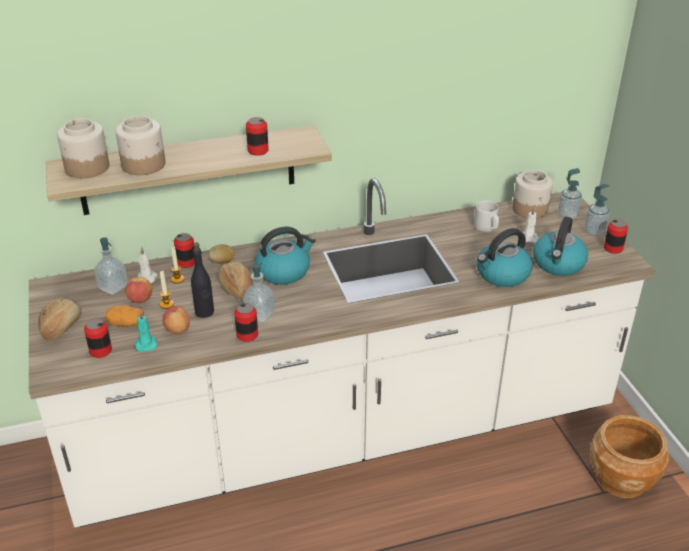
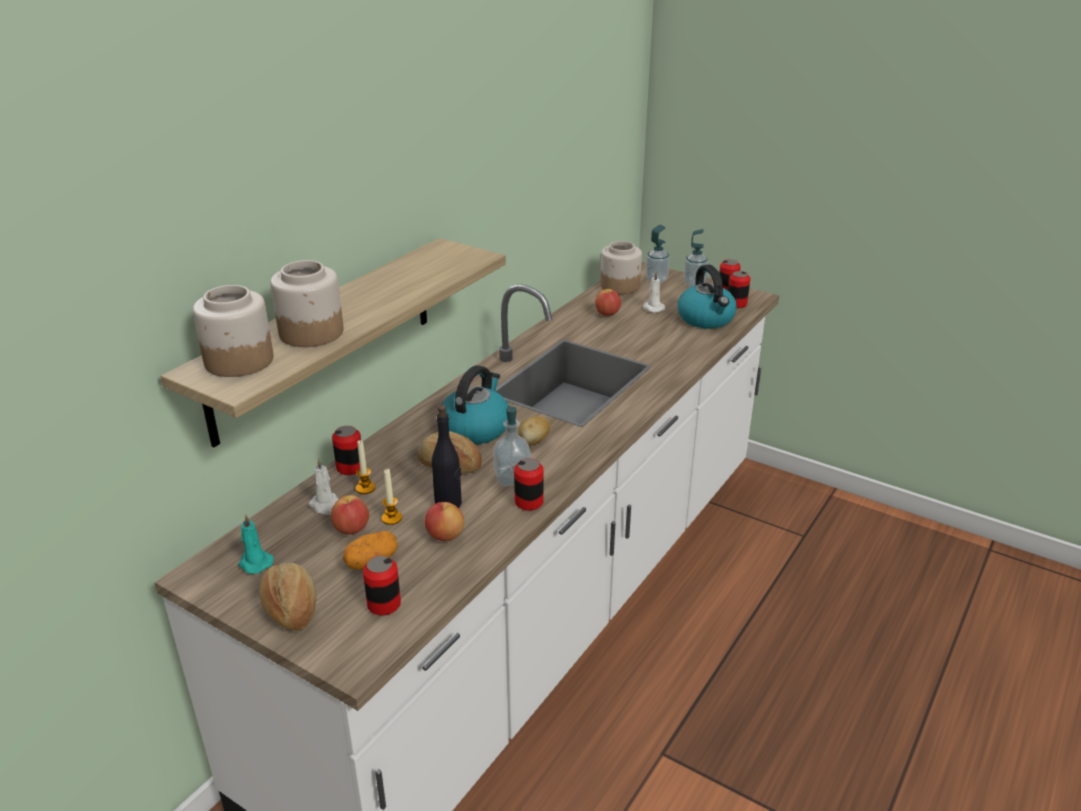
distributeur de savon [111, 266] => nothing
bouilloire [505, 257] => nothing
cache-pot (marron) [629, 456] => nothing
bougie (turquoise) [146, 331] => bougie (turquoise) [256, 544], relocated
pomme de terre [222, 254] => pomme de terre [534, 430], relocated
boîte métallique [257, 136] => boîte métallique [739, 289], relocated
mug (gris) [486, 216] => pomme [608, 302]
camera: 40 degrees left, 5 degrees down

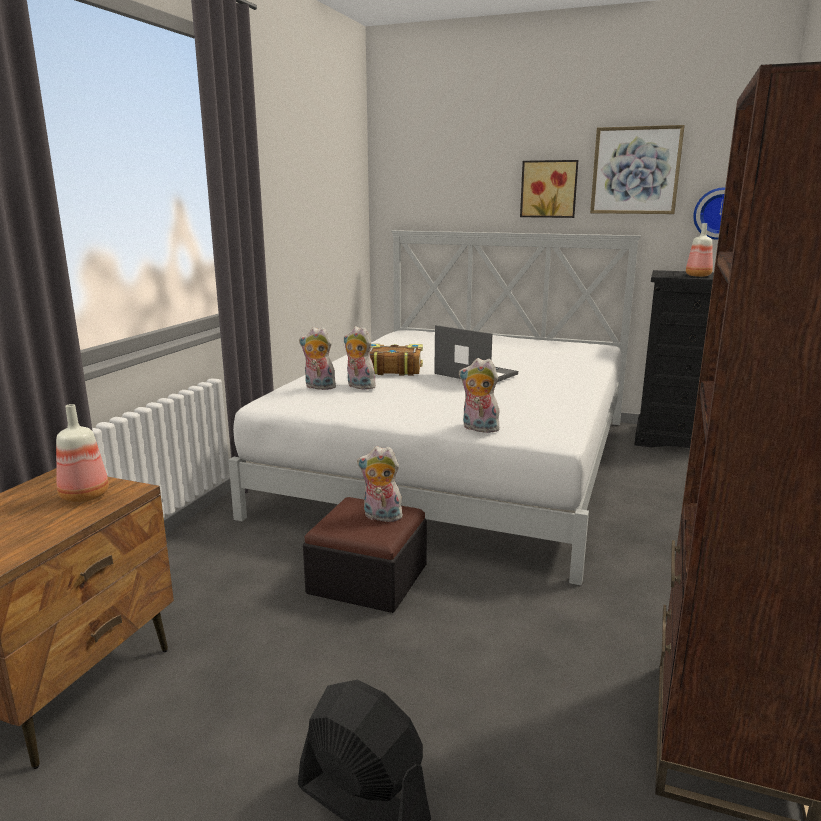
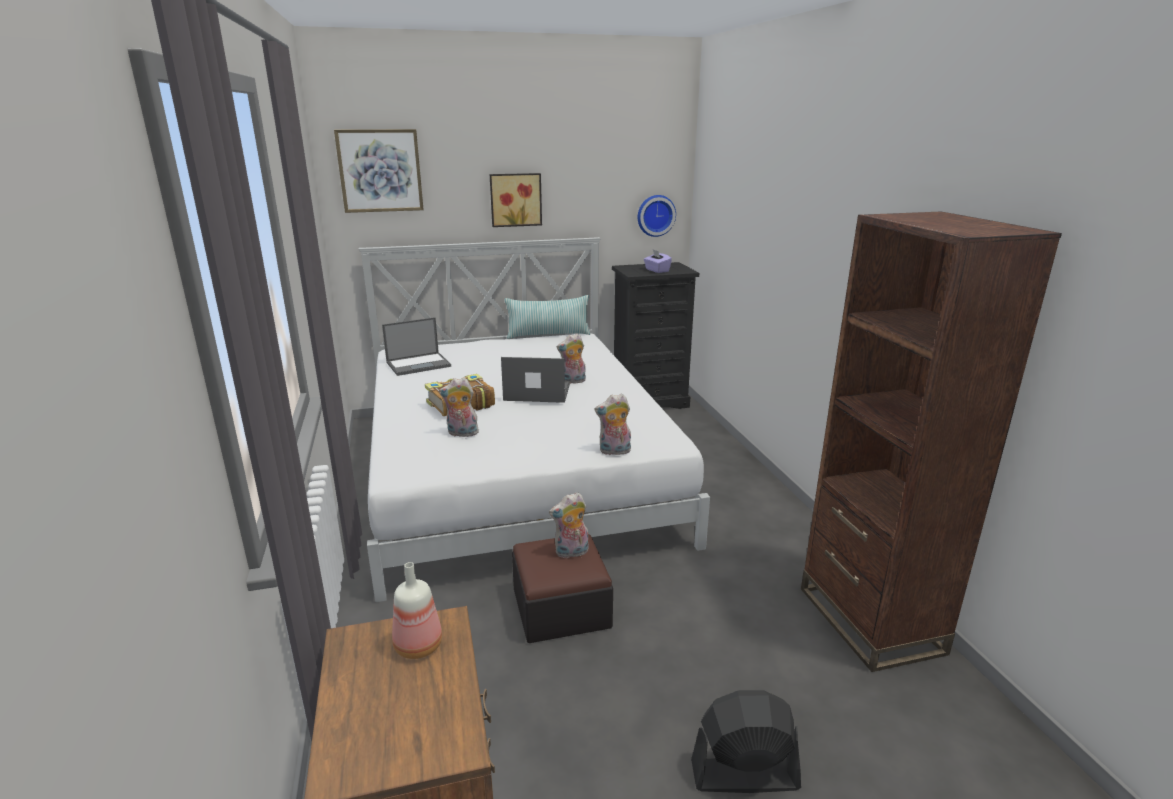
nothing => ordinateur portable [416, 346]
nothing => coussin [547, 317]
peluche [317, 359] => peluche [571, 359], relocated
tableau [637, 169] => tableau [379, 171], relocated
bouteille [699, 250] => boîte à mouchoirs (violet) [658, 261]
camera: 35 degrees left, 5 degrees up

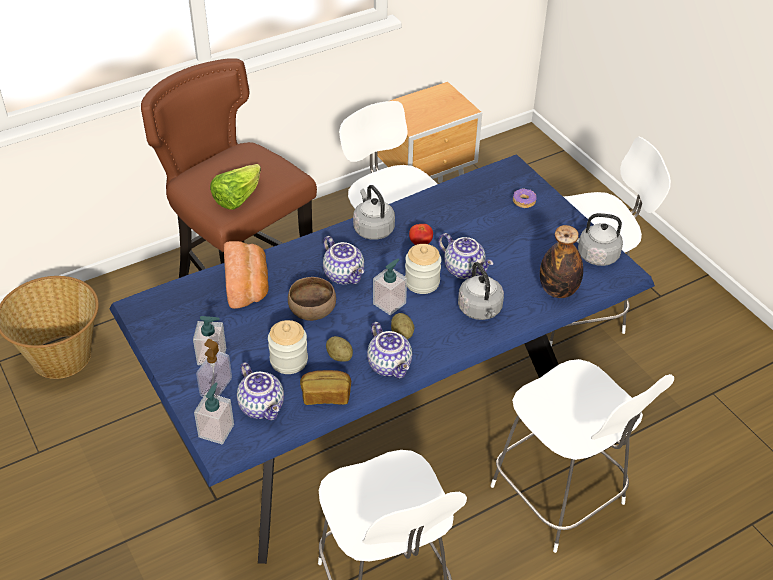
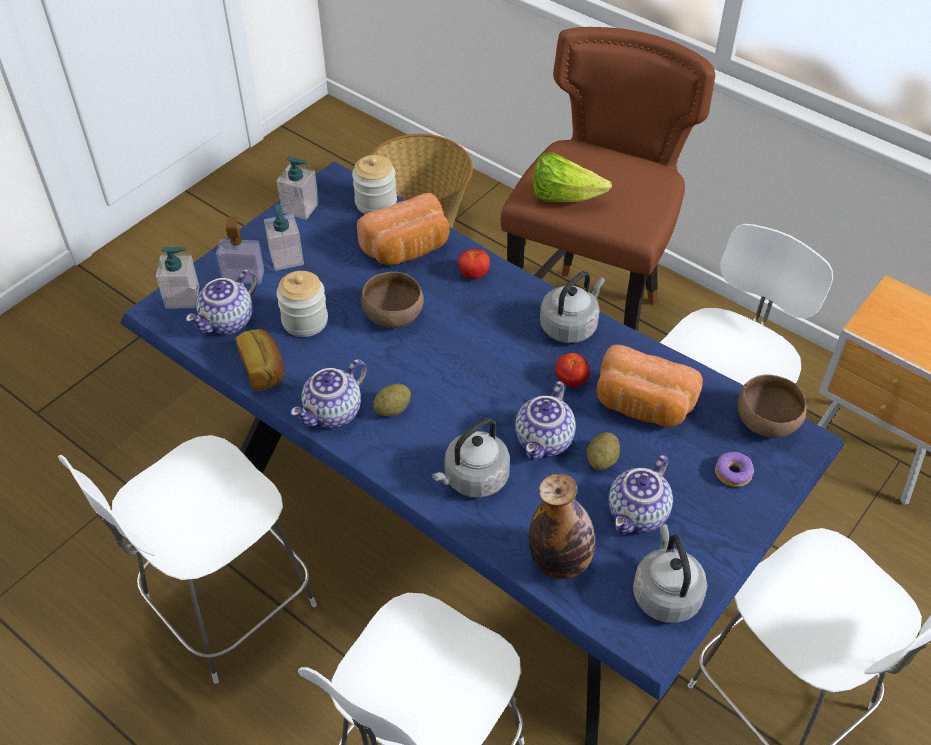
nothing => tomate [474, 264]
nothing => pain [649, 386]
nothing => bol (marron) [772, 406]
théière [343, 260] => théière [640, 494], relocated
pomme de terre [339, 349] => pomme de terre [603, 451], relocated
distributeur de savon [390, 287] => distributeur de savon [298, 188], relocated
bocal [423, 269] => bocal [374, 184], relocated
camera: 70 degrees right, 5 degrees up

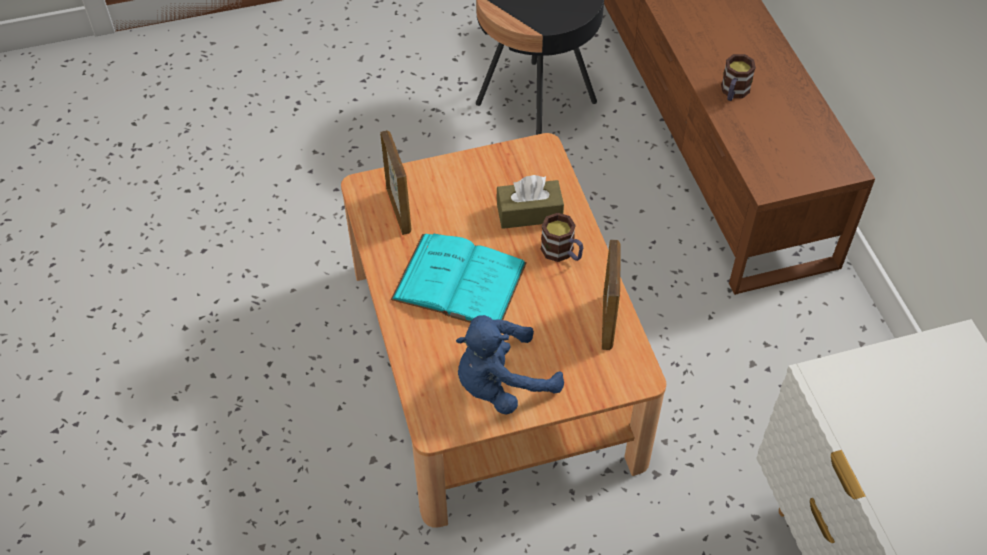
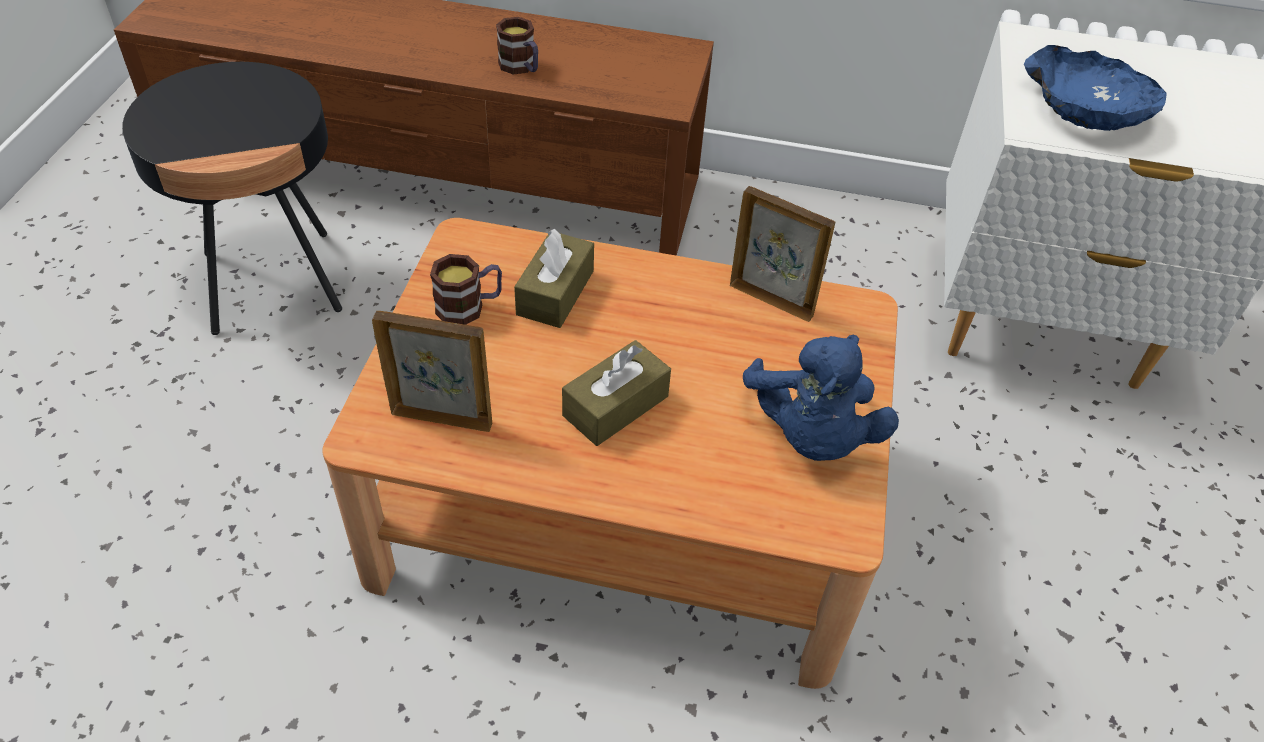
nothing => bol (bleu) [1095, 88]
mug [562, 237] => mug [466, 289], relocated
livre (turquoise) [459, 278] => boîte à mouchoirs (marron) [616, 393]
camera: 65 degrees left, 5 degrees down

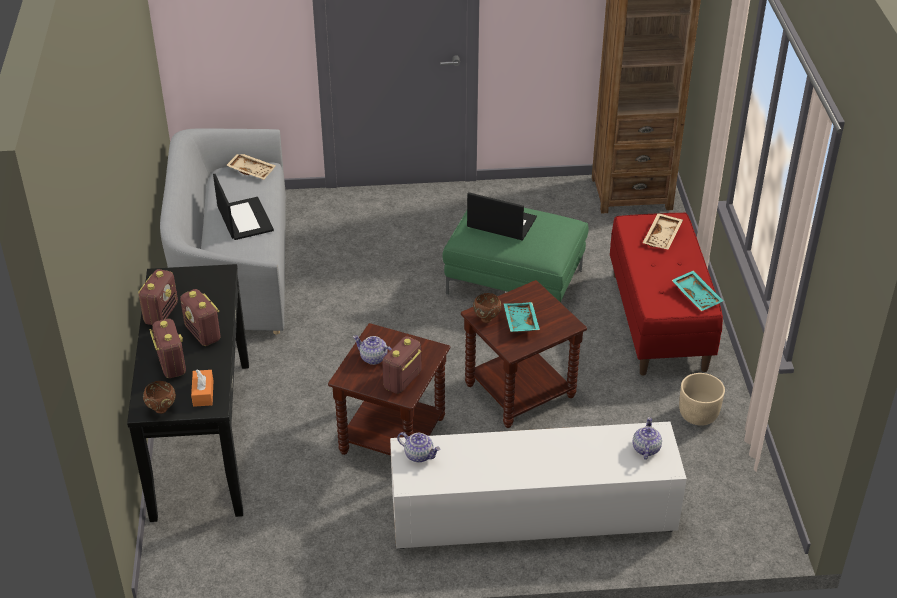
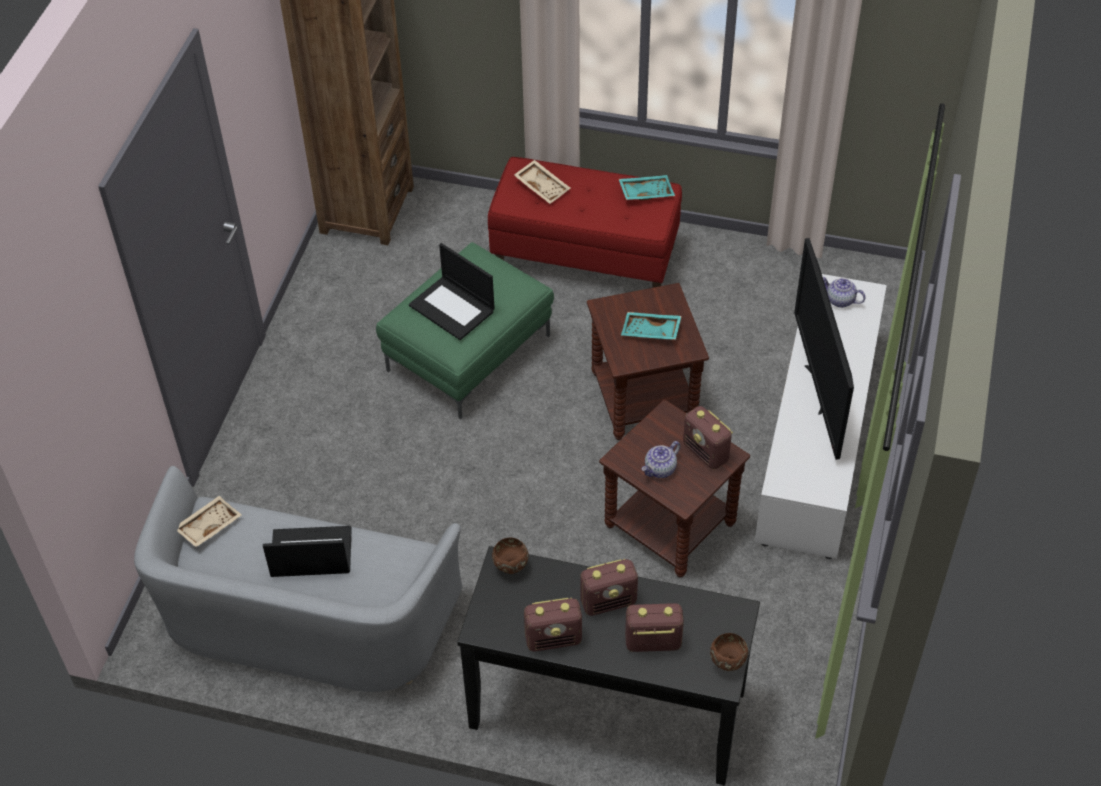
boîte à mouchoirs (orange) [202, 388] => nothing
théière [419, 447] => nothing
cache-pot (beige) [702, 399] => nothing
nothing => téléviseur [824, 349]
bol (marron) [487, 308] => bol (marron) [510, 556], relocated
radio [158, 297] => radio [553, 624], 135 degrees clockwise
ordinateur portable [502, 216] => ordinateur portable [452, 291], 90 degrees counterclockwise
camera: 70 degrees left, 10 degrees up

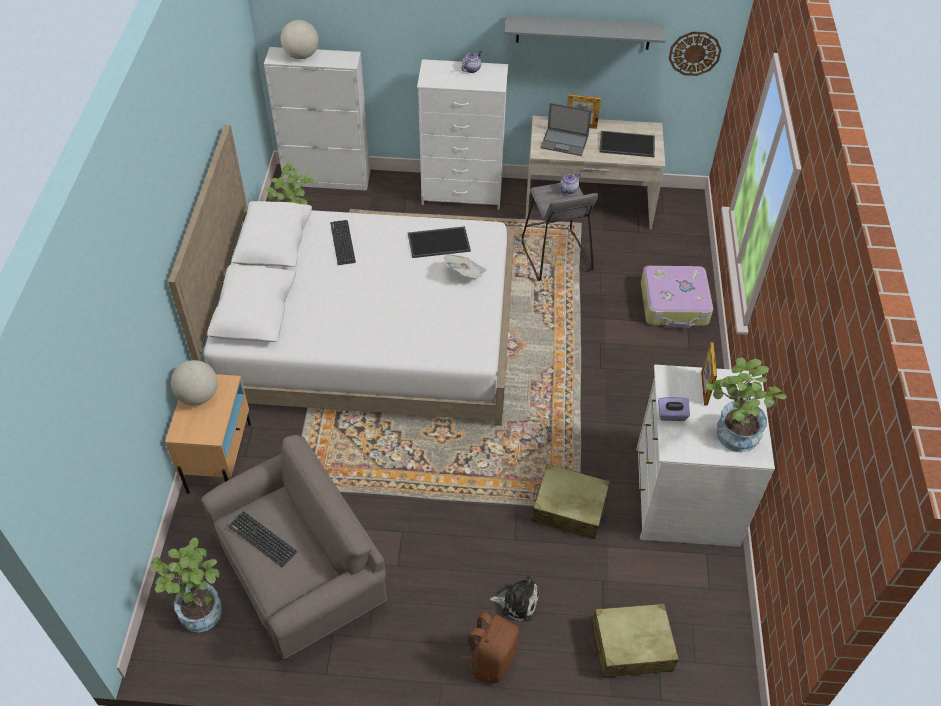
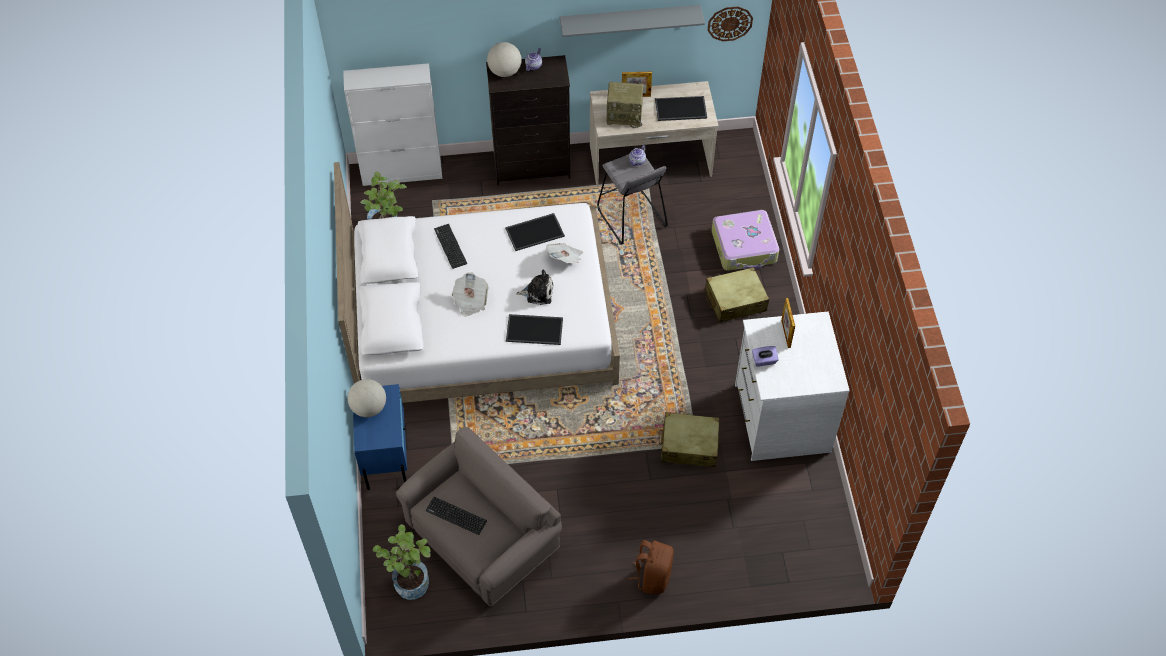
plante en pot [746, 405] => nothing
nothing => journal [470, 294]
nothing => plateau [534, 329]
globe [300, 39] => globe [504, 59], relocated
peluche [514, 598] => peluche [534, 287], relocated
valise (beige) [634, 640] => valise (beige) [737, 295], relocated
ordinateur portable [566, 129] => radio [625, 105]
table de chevet (beige) [208, 434] => table de chevet (bleu) [380, 437]
commode (blanc) [462, 134] => commode (noir) [528, 120]
camera: 10 degrees left, 5 degrees up

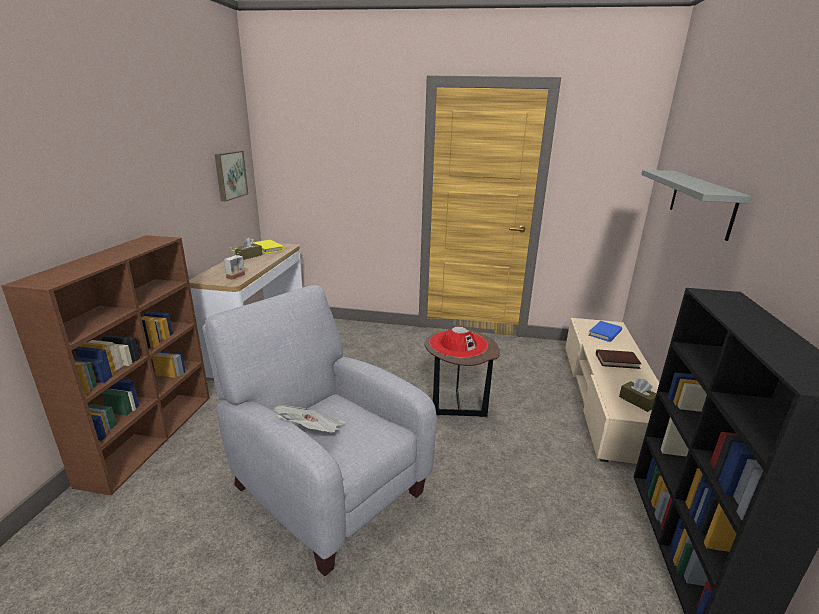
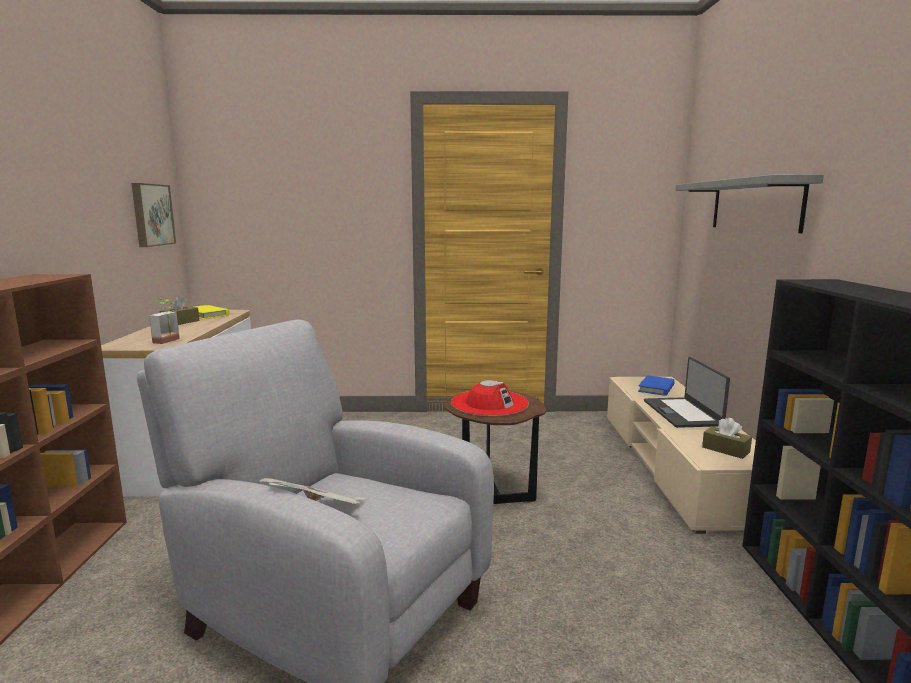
livre (marron) [618, 359] => ordinateur portable [687, 392]
camera: 10 degrees left, 10 degrees down

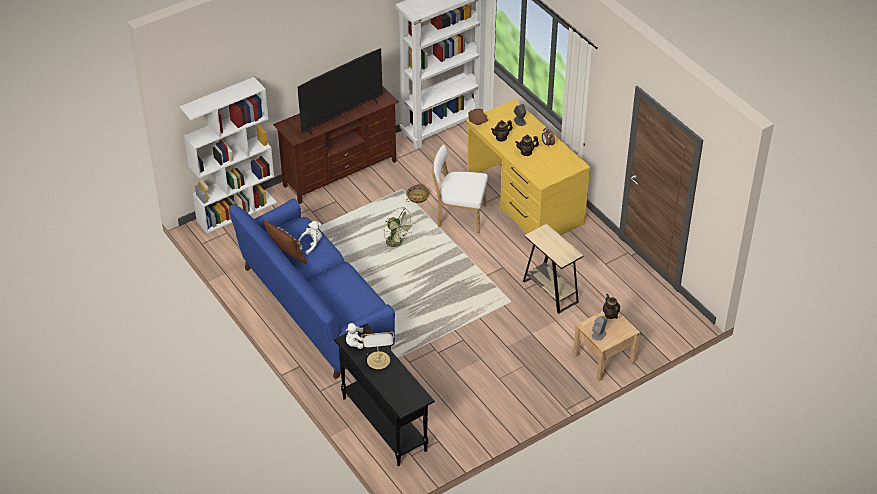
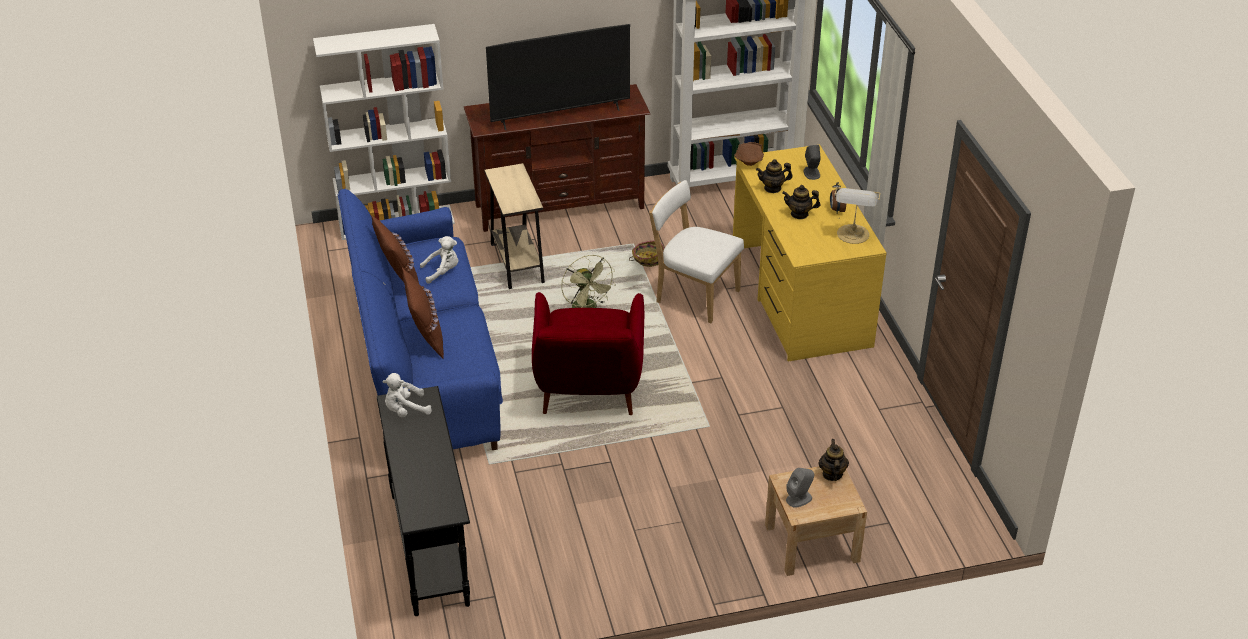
nothing => coussin (marron) [423, 313]
nothing => fauteuil (rouge) [588, 353]
lampe de table [377, 350] => lampe de table [857, 215], relocated
table d'appoint (beige) [553, 268] => table d'appoint (beige) [515, 226], relocated
camera: 20 degrees right, 5 degrees down

